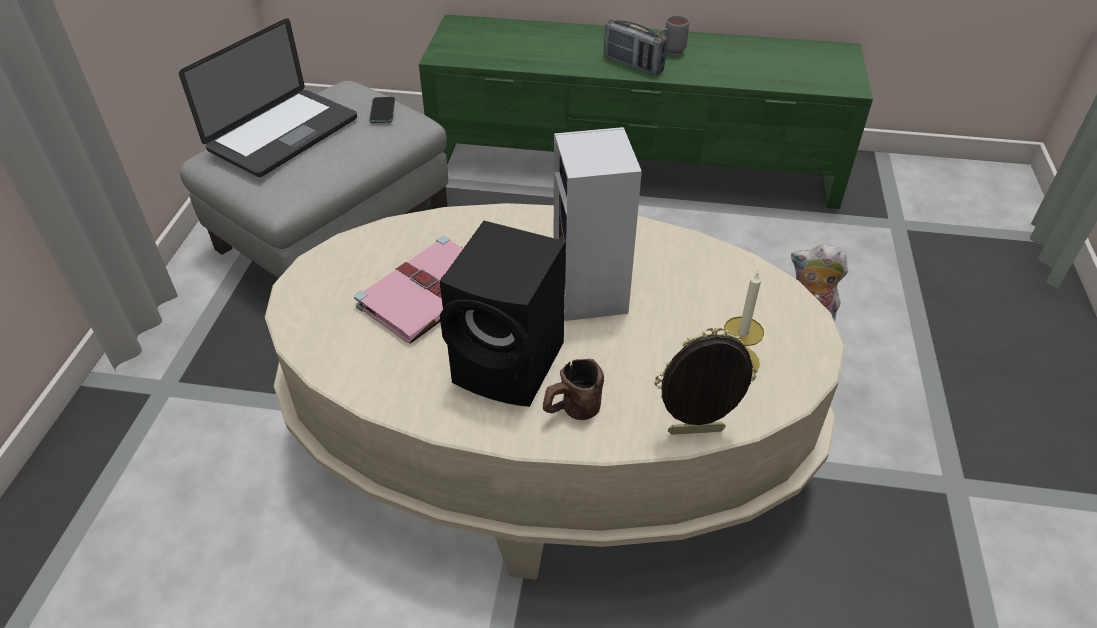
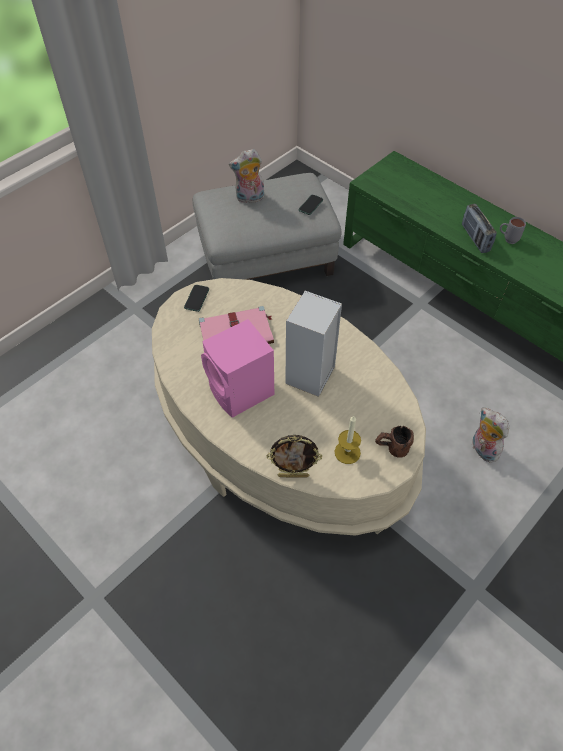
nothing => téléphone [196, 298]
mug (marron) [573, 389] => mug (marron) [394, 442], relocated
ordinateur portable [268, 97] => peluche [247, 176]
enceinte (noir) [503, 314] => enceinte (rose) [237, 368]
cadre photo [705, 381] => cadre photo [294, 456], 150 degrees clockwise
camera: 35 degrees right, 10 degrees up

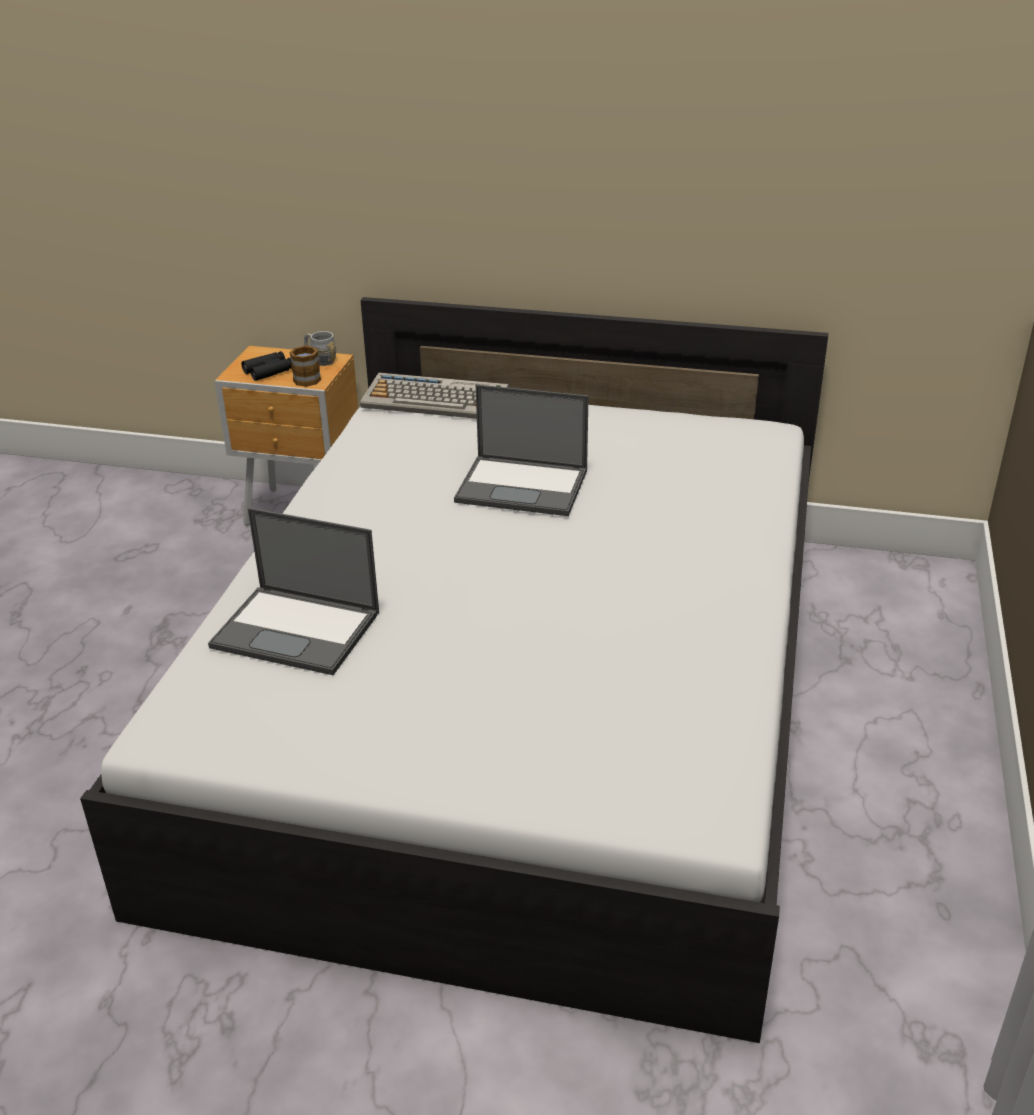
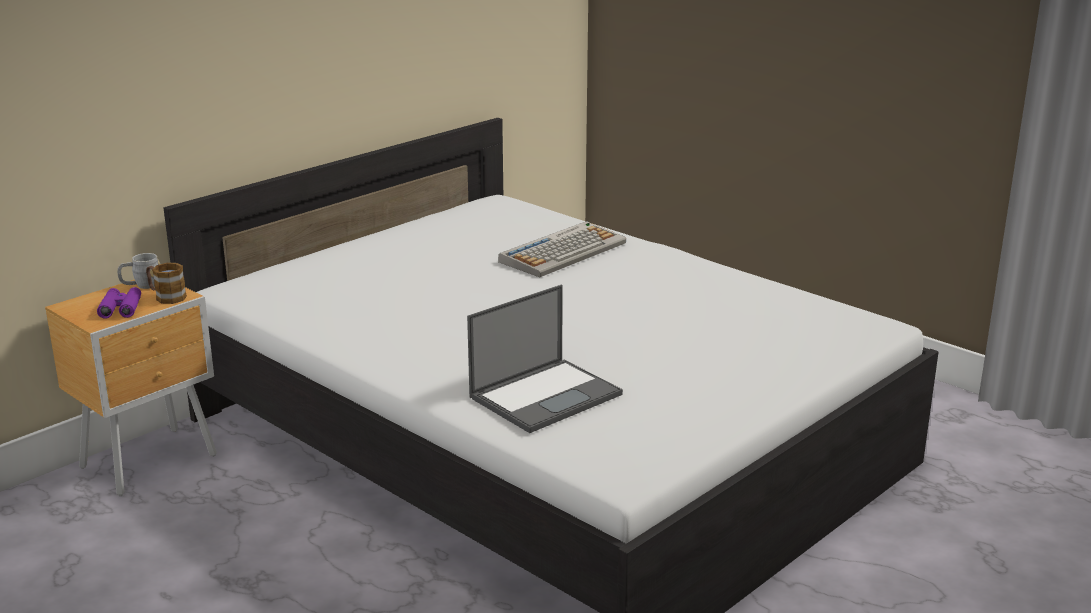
ordinateur portable [521, 450] => nothing
clavier [434, 396] => clavier [562, 249], relocated
jumelles (noir) [267, 366] => jumelles (violet) [119, 303]
camera: 60 degrees left, 10 degrees down

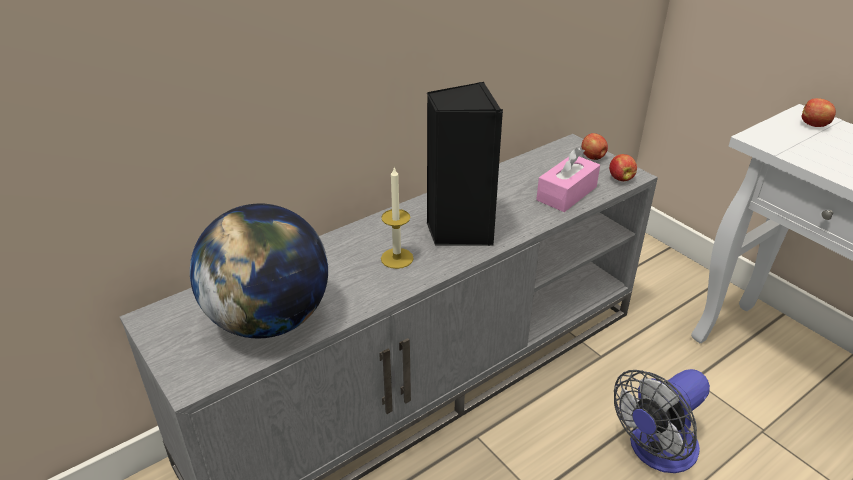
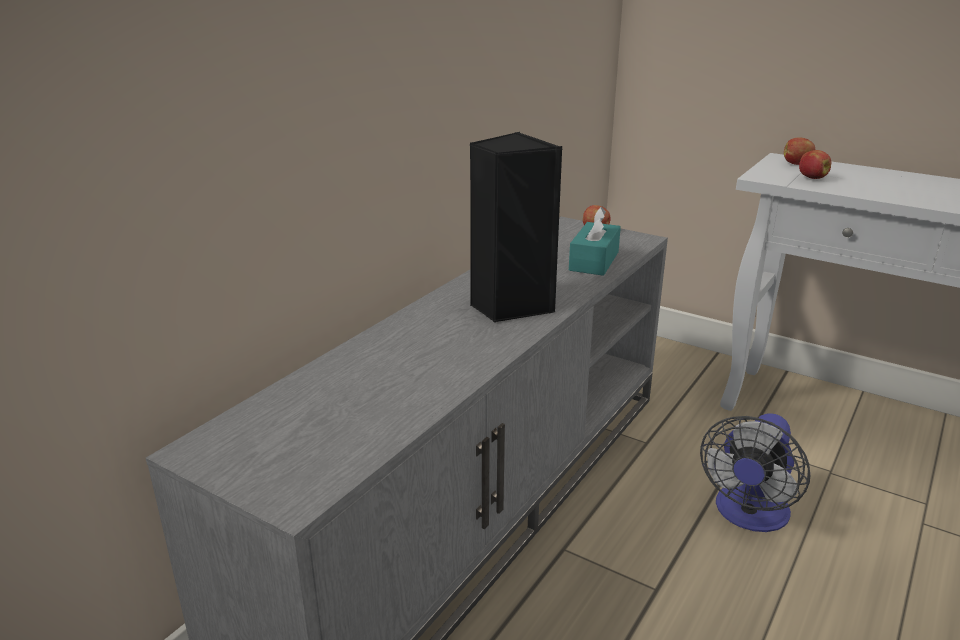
globe [259, 271] => nothing
bougie [397, 218] => nothing
pomme [623, 167] => pomme [815, 164], relocated
boîte à mouchoirs (rose) [568, 179] => boîte à mouchoirs (turquoise) [595, 241]
camera: 20 degrees left, 10 degrees down

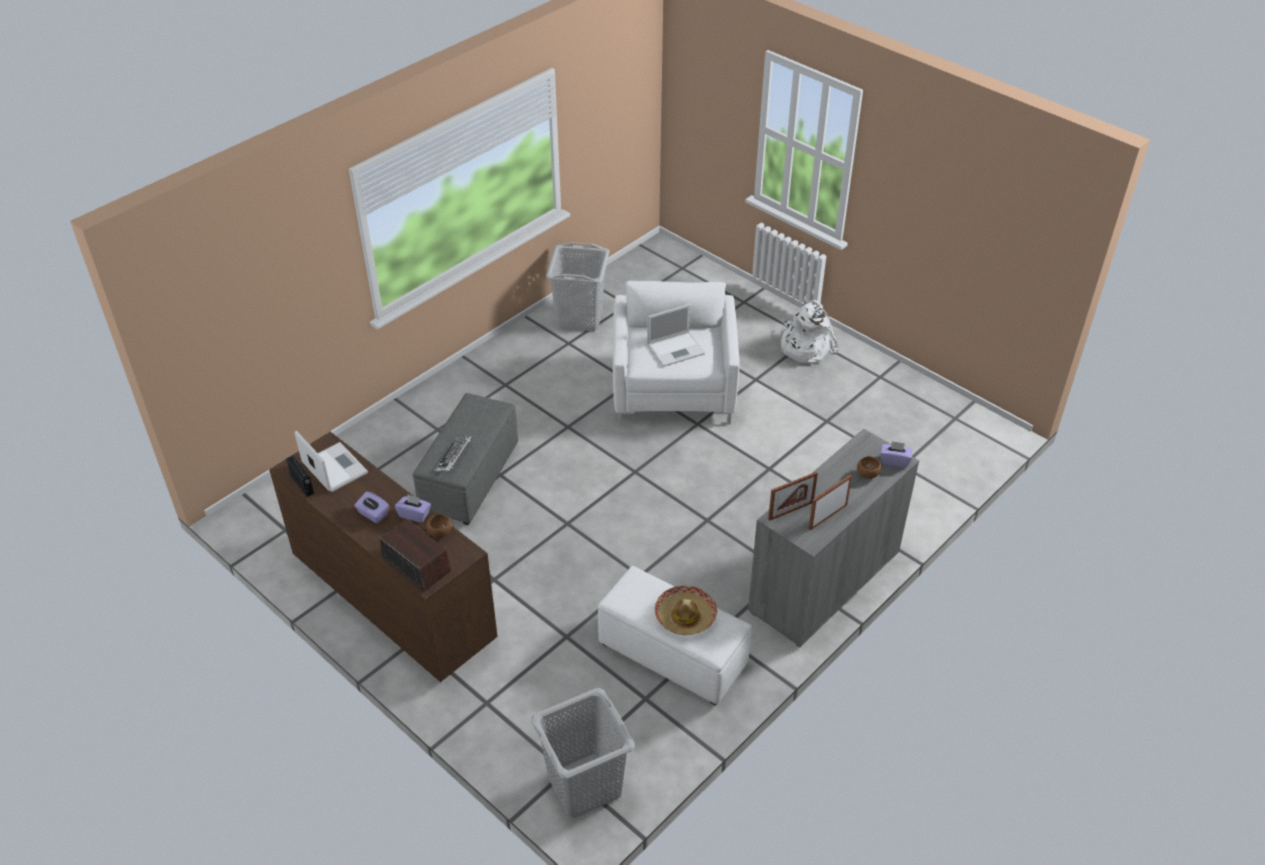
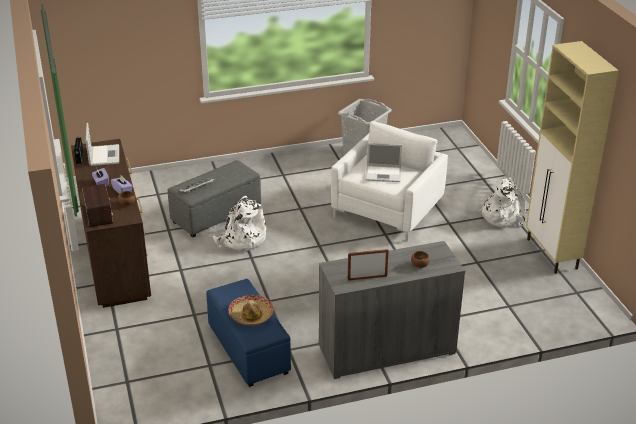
panier à linge (gris) [583, 753] => nothing
cadre photo [793, 496] => nothing
boîte à mouchoirs (violet) [896, 454] => nothing
nothing => sac à dos (blanc) [239, 224]
nothing => meuble de rangement (beige) [572, 157]
pouf (blanc) [675, 635] => pouf (bleu) [248, 333]
camera: 30 degrees right, 10 degrees down

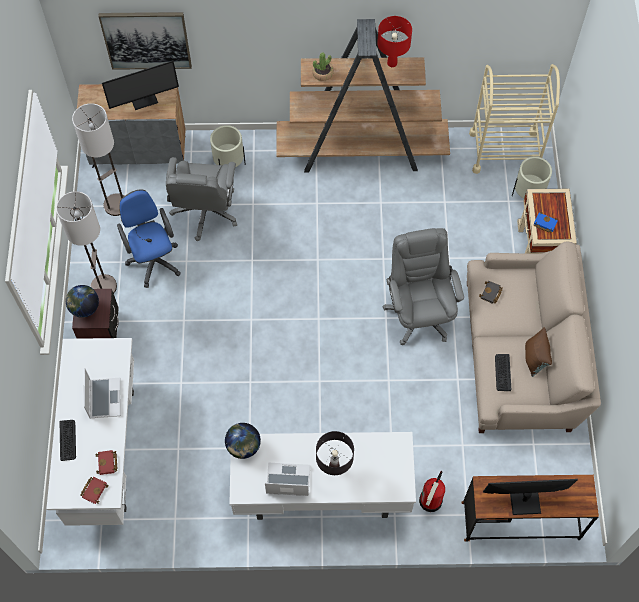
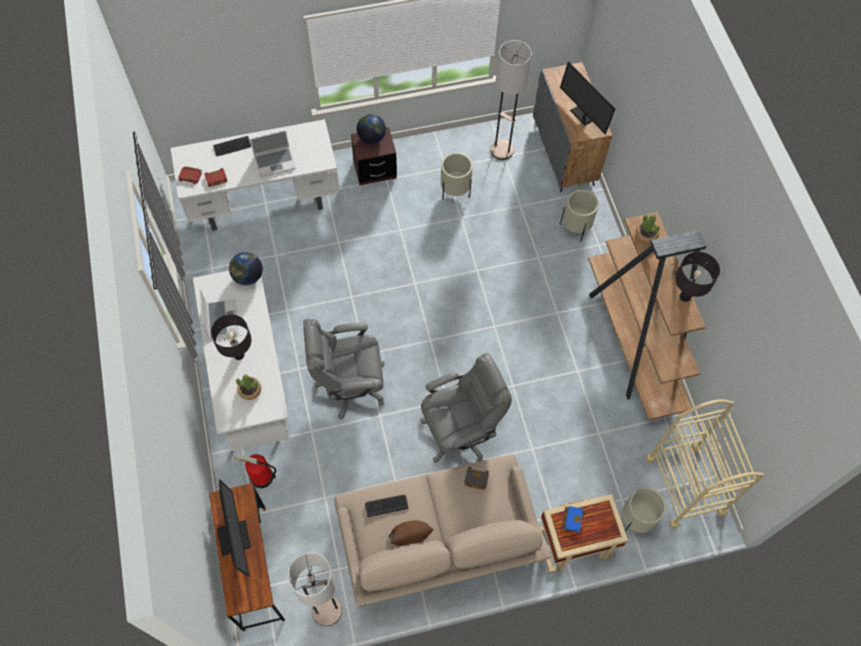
tableau [145, 41] => nothing
nothing => plante en pot [248, 387]
lampadaire [86, 242] => lampadaire [315, 589], relocated
chaise de bureau (gris) [201, 199] => chaise de bureau (gris) [343, 369], relocated
chaise de bureau (bleu) [149, 239] => cache-pot (beige) [457, 176]
lampe de table (rouge) [394, 41] => lampe de table (noir) [697, 277]
camera: 75 degrees right, 0 degrees up

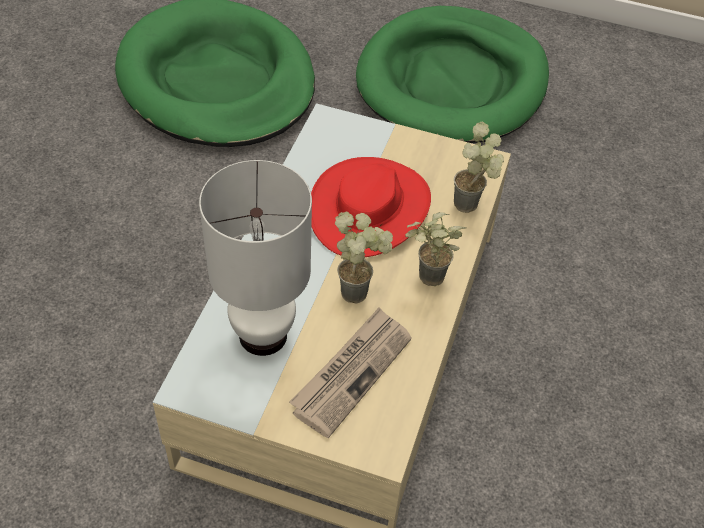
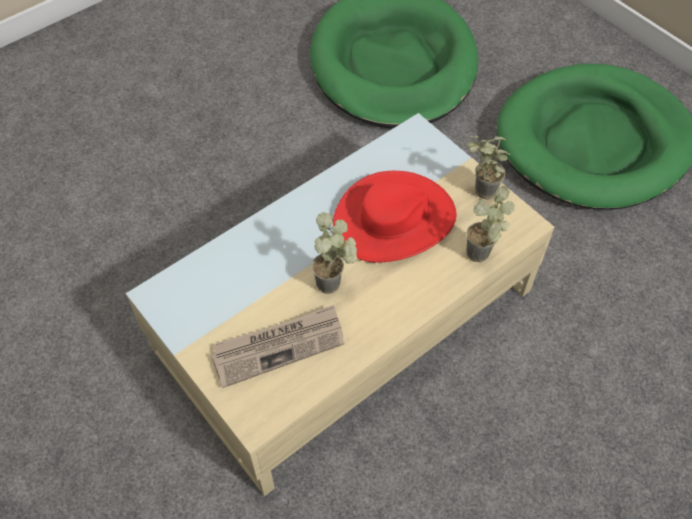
lampe de table (blanc) [255, 258] => nothing
plante en pot [436, 249] => plante en pot [488, 168], relocated
camera: 35 degrees right, 5 degrees up

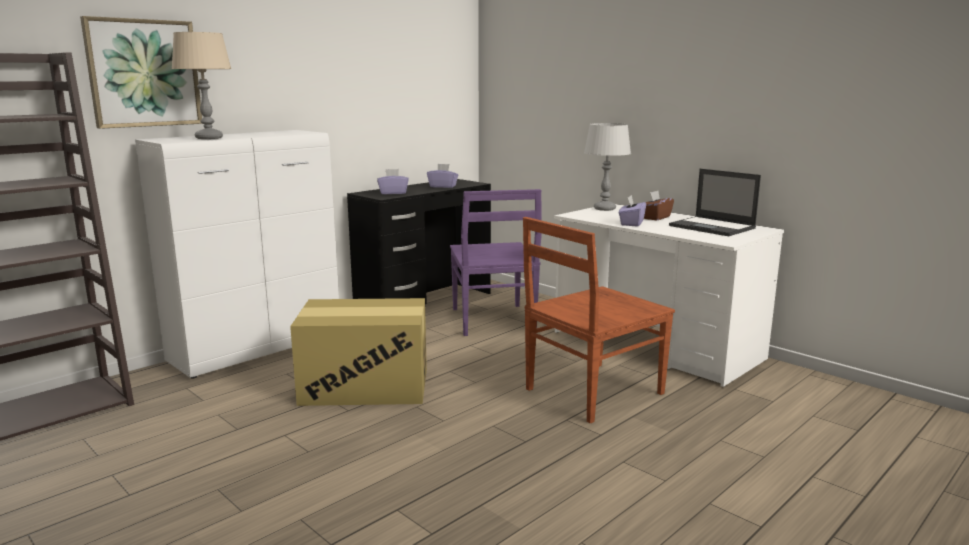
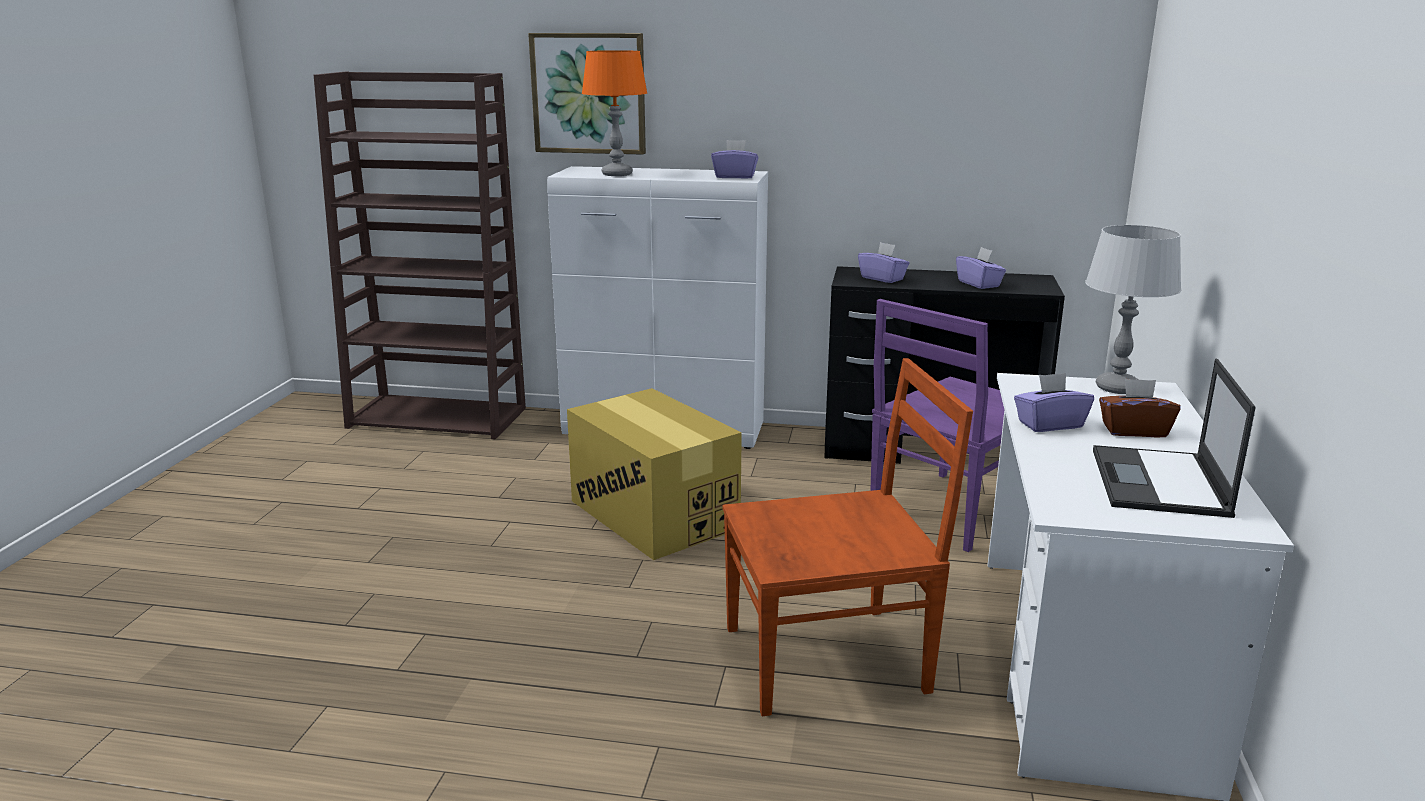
nothing => boîte à mouchoirs (violet) [735, 159]
lampe de table (beige) [201, 85] => lampe de table (orange) [615, 113]
chaise (marron) [599, 320] => chaise (marron) [848, 537], 150 degrees clockwise
camera: 55 degrees right, 5 degrees up

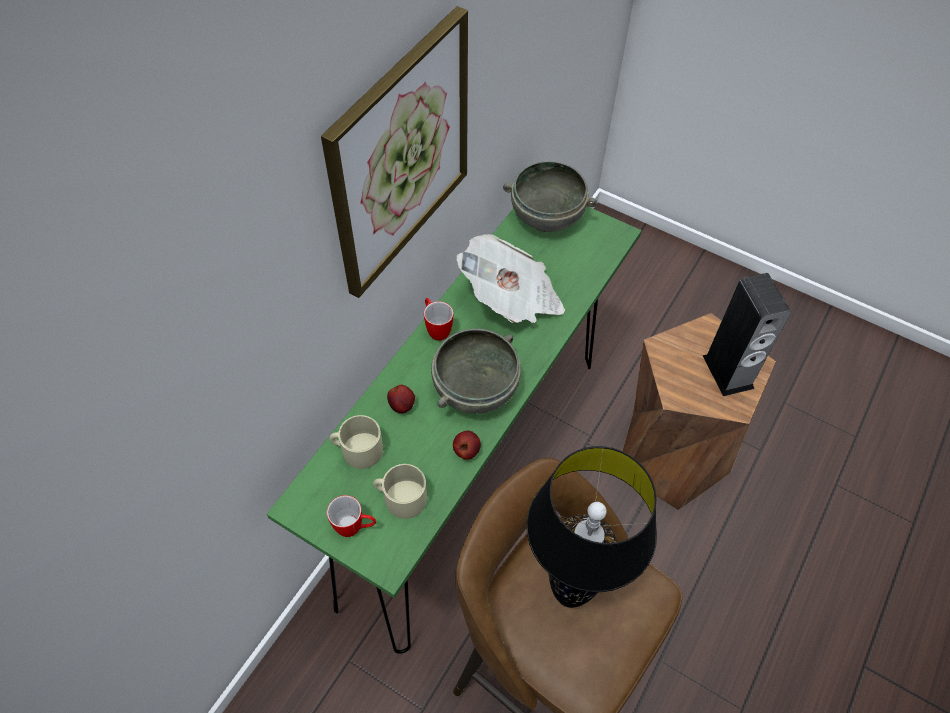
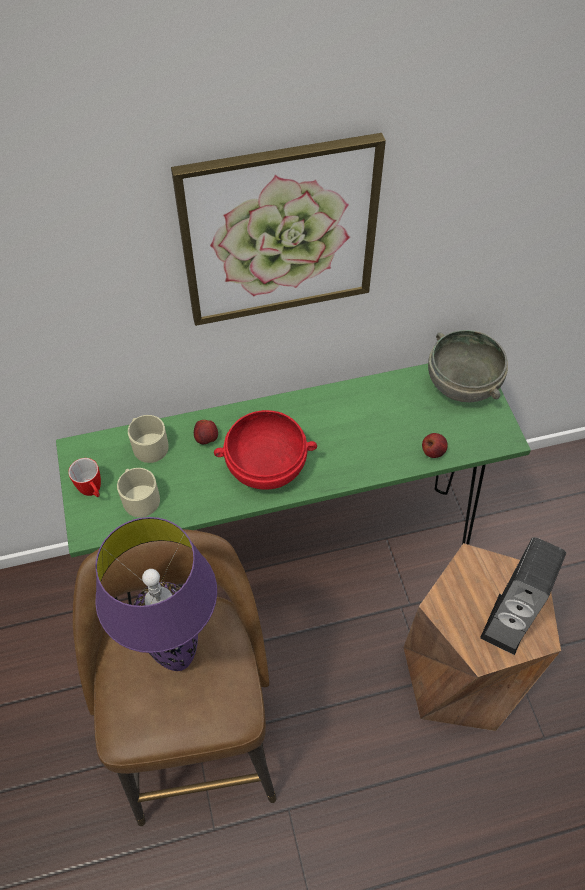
mug [438, 319] => nothing
journal [510, 278] => nothing
pomme [467, 445] => pomme [435, 445], relocated
bol (gris) [476, 371] => bol (rouge) [265, 450]
lampe de table (noir) [591, 527] => lampe de table (violet) [156, 594]
camera: 45 degrees right, 0 degrees up

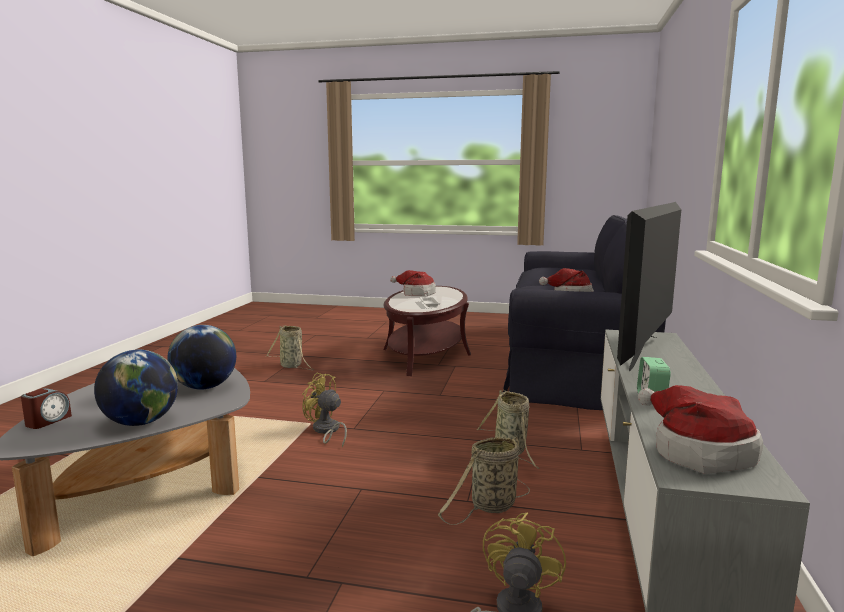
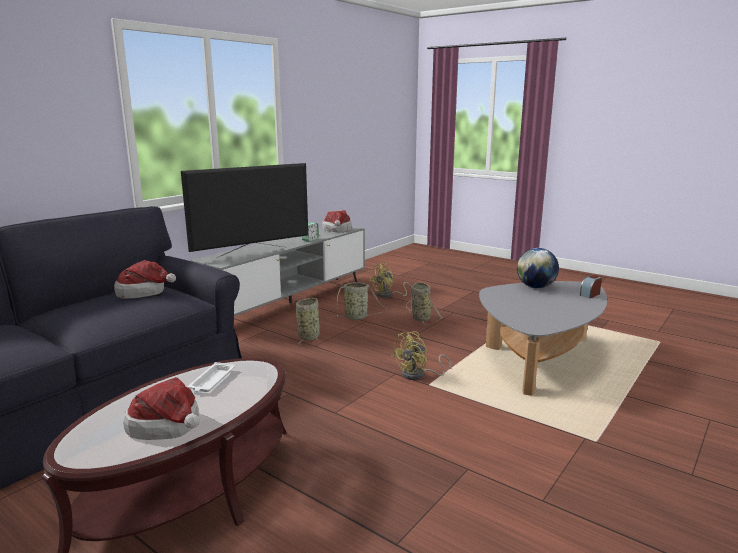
globe [201, 357] => nothing
panier [290, 347] => panier [424, 303], relocated
ventilateur (jaune) [324, 410] => ventilateur (jaune) [421, 355], 75 degrees clockwise
camera: 155 degrees left, 5 degrees up

